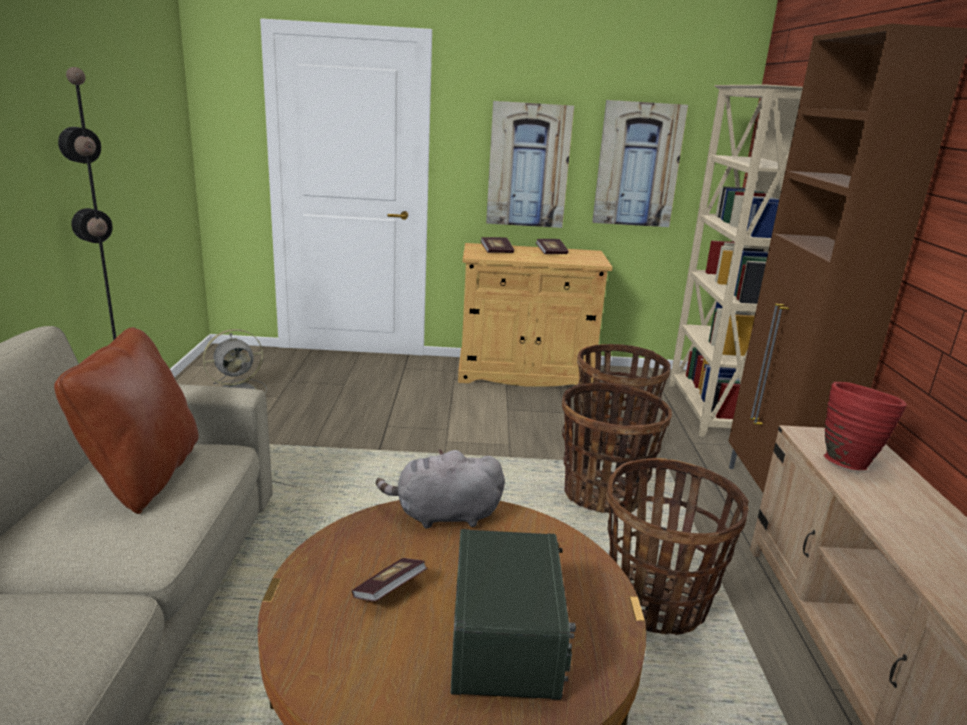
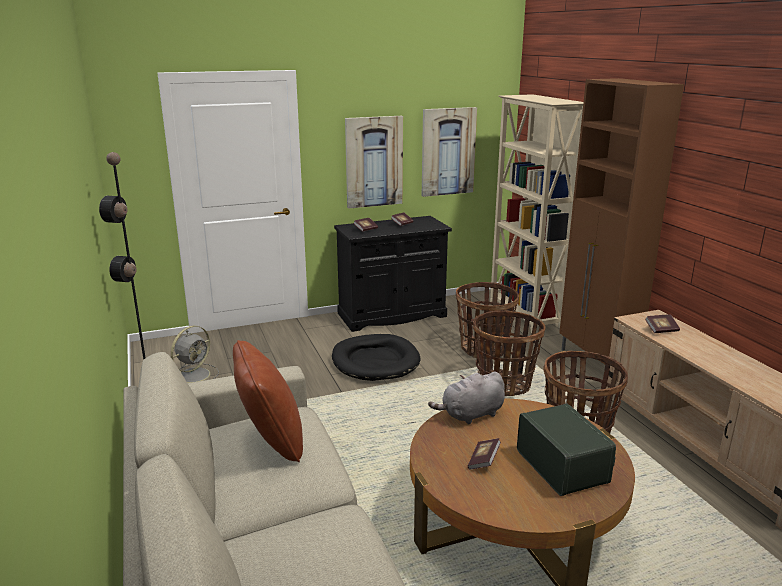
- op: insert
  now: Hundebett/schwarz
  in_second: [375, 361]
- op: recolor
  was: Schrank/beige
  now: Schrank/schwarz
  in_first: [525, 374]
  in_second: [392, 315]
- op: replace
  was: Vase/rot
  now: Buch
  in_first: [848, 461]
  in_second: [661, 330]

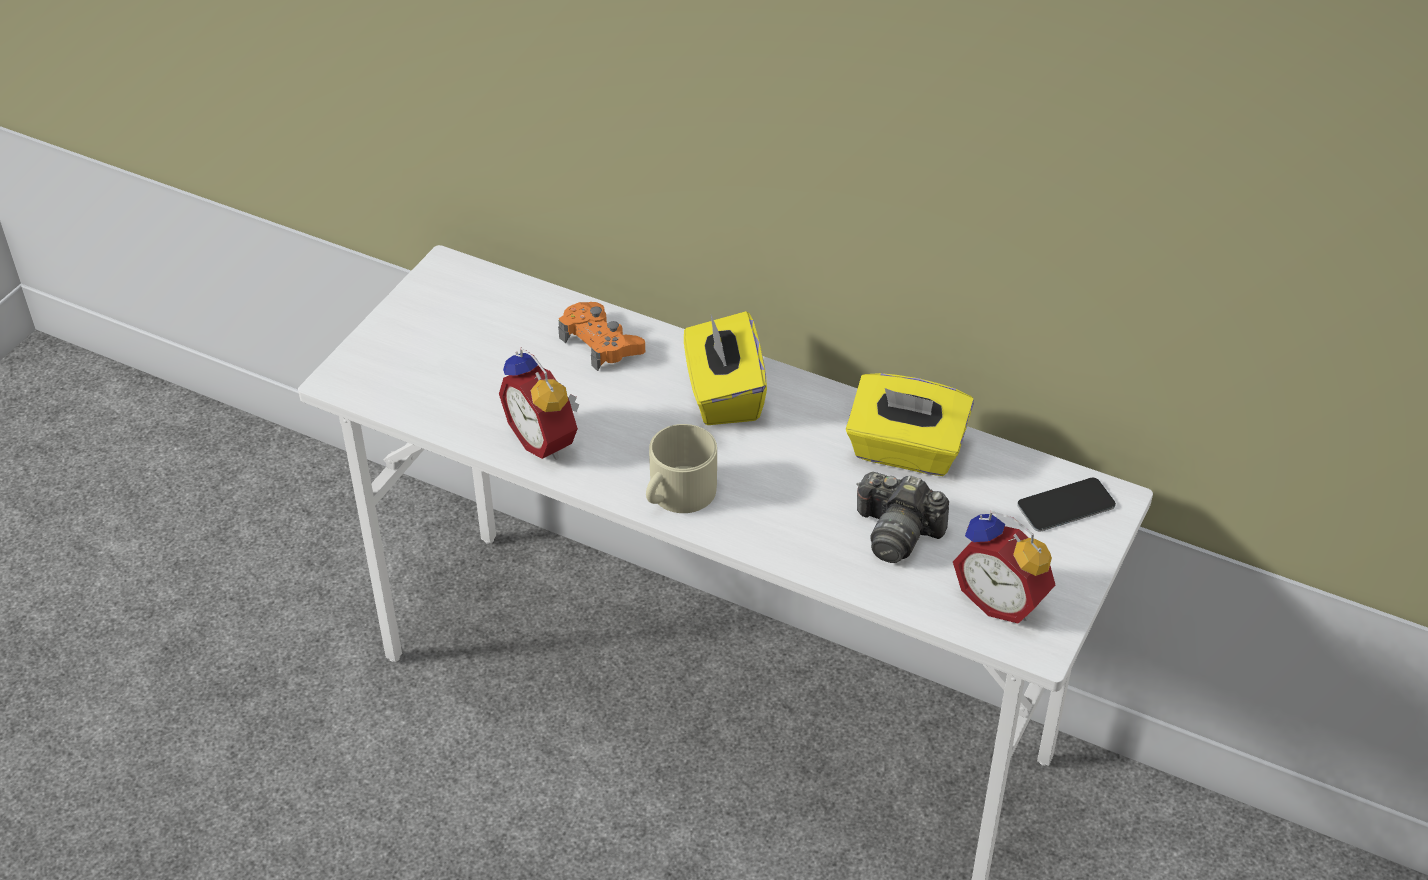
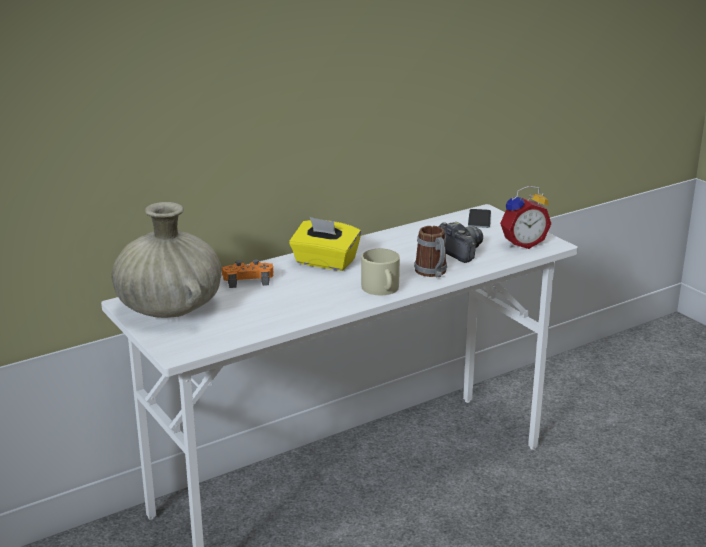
- op: insert
  now: Vase/beige
  in_second: [170, 308]
- op: insert
  now: Henkelbecher
  in_second: [433, 273]
- op: rotate
  was: Kamera
  in_first: [897, 533]
  in_second: [460, 252]
  clockwise: -90
- op: delete
  was: Wecker
  in_first: [546, 439]
- op: delete
  was: Taschentuchbox/gelb
  in_first: [905, 451]

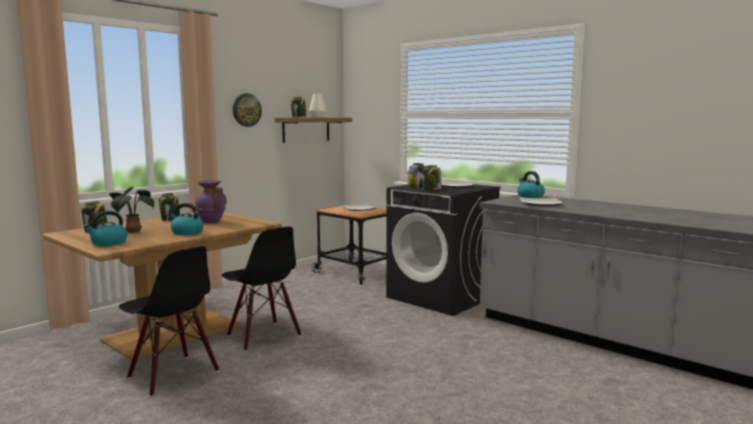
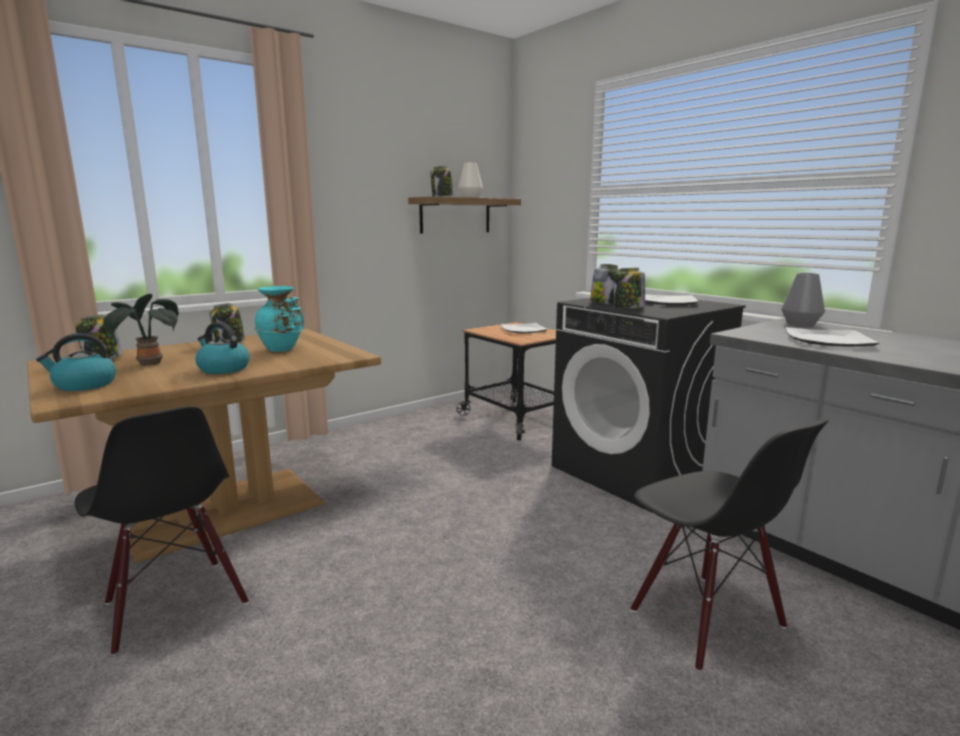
- op: recolor
  was: Vase/lila
  now: Vase/türkis
  in_first: [212, 221]
  in_second: [283, 349]
- op: move
  was: Stuhl/schwarz
  in_first: [263, 336]
  in_second: [705, 619]
- op: replace
  was: Wasserkessel
  now: Vase/grau
  in_first: [530, 196]
  in_second: [800, 324]
- op: delete
  was: Wanduhr
  in_first: [246, 110]

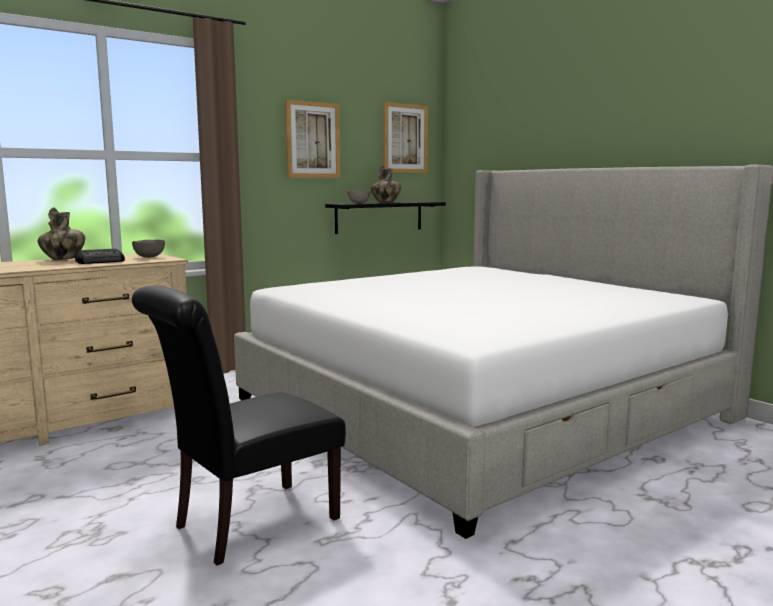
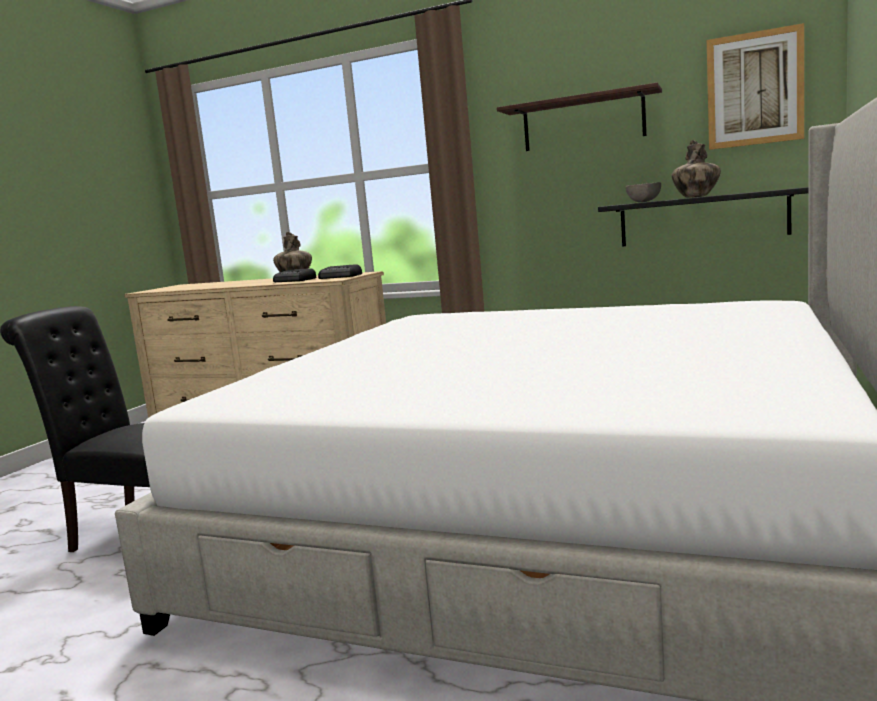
- op: replace
  was: Schüssel/grau
  now: Radio
  in_first: [149, 257]
  in_second: [340, 277]
- op: replace
  was: Bild
  now: Wandregal
  in_first: [312, 140]
  in_second: [583, 122]

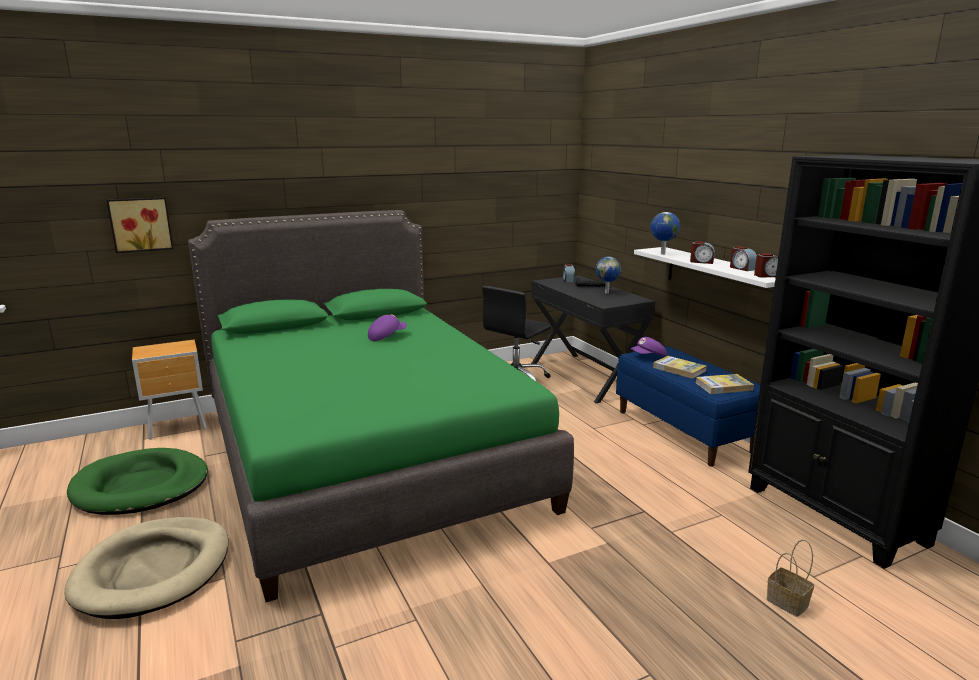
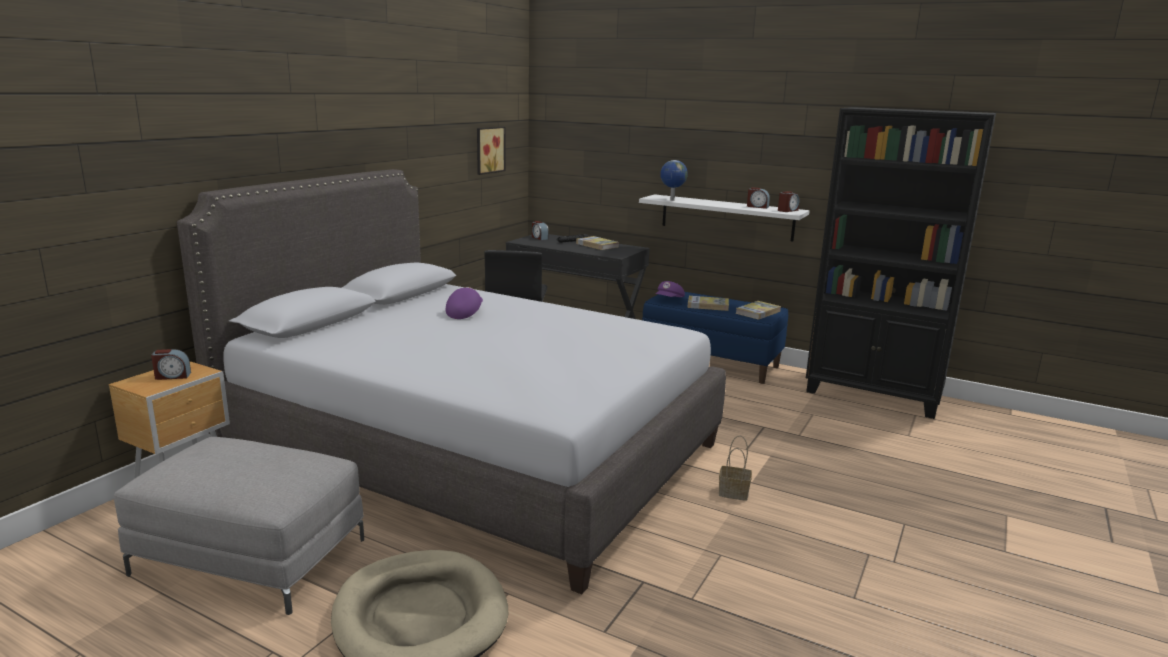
- op: replace
  was: Hundebett/grün
  now: Polsterhocker/grau
  in_first: [141, 486]
  in_second: [251, 556]
- op: move
  was: Wecker
  in_first: [701, 262]
  in_second: [172, 376]
- op: recolor
  was: Bett/grün
  now: Bett/grau
  in_first: [365, 455]
  in_second: [473, 450]
- op: move
  was: Bild
  in_first: [141, 224]
  in_second: [488, 150]
- op: replace
  was: Globus
  now: Buch
  in_first: [607, 292]
  in_second: [597, 245]
- op: move
  was: Korb
  in_first: [789, 602]
  in_second: [734, 492]

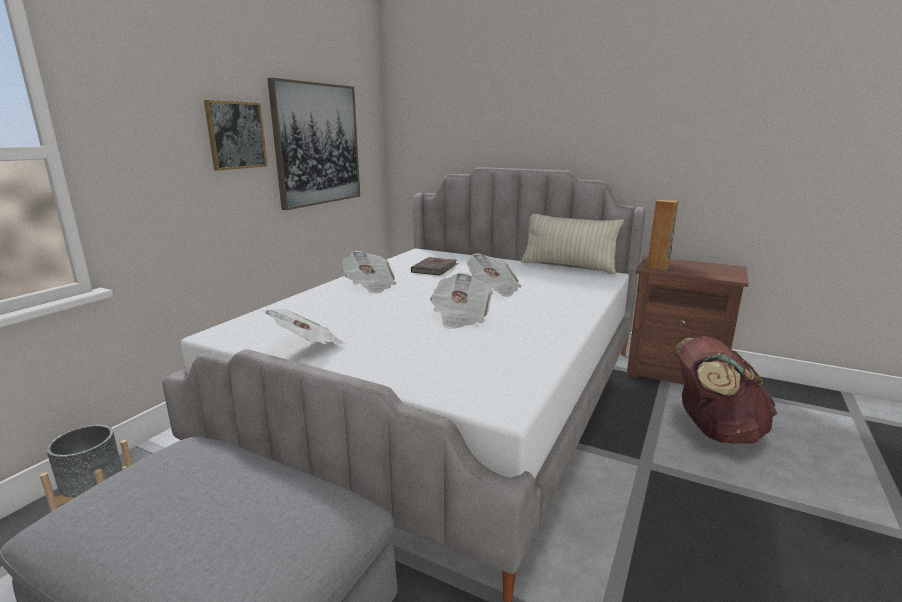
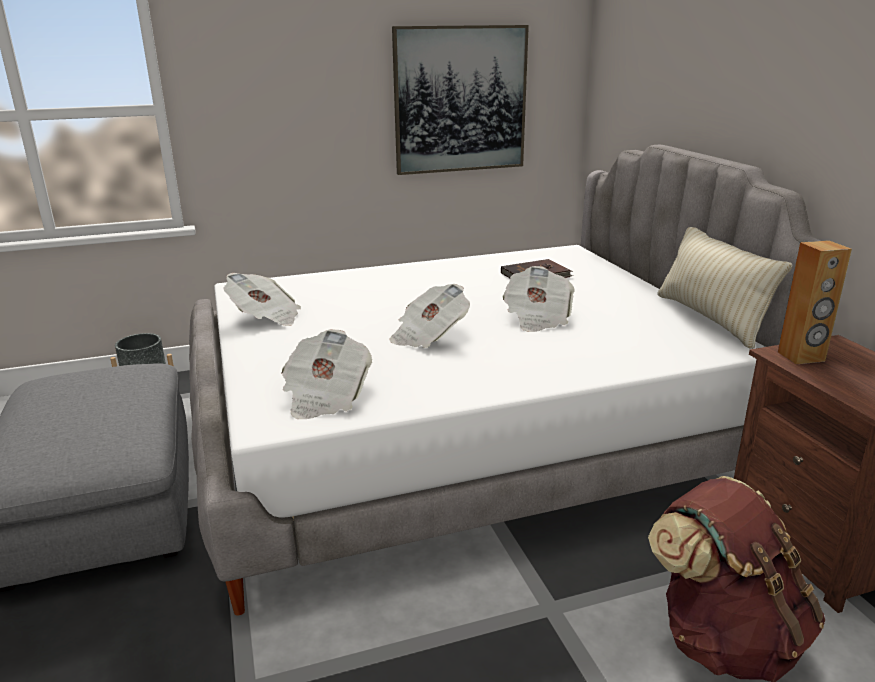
- op: move
  was: Zeitung
  in_first: [370, 286]
  in_second: [325, 397]
- op: delete
  was: Bild
  in_first: [236, 135]

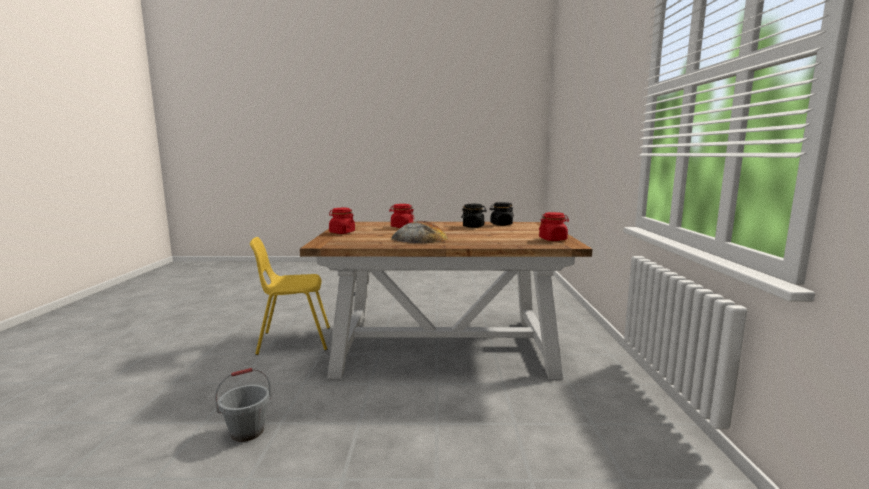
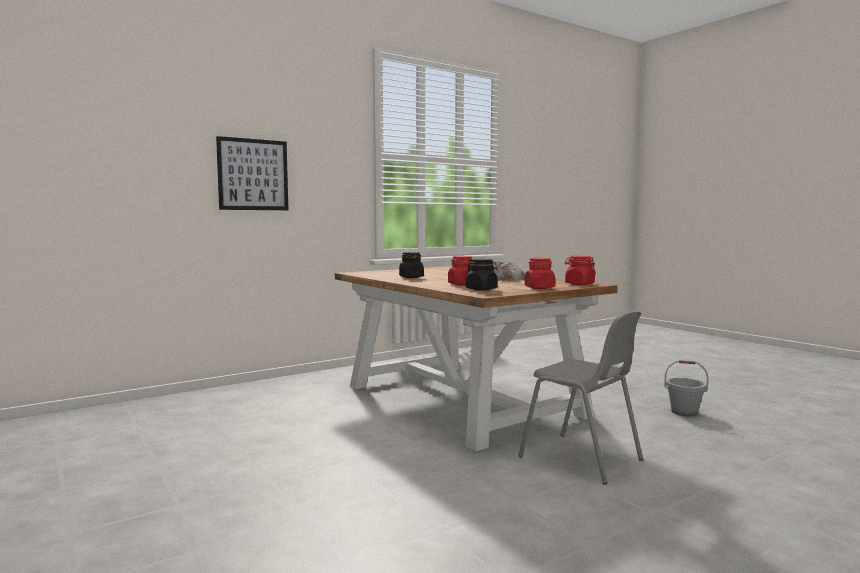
- op: insert
  now: Bild
  in_second: [253, 174]
- op: move
  was: Vorratsglas/schwarz
  in_first: [501, 224]
  in_second: [481, 289]
- op: recolor
  was: Stuhl/gelb
  now: Stuhl/grau
  in_first: [294, 341]
  in_second: [581, 458]
- op: move
  was: Vorratsglas/rot
  in_first: [553, 239]
  in_second: [579, 284]

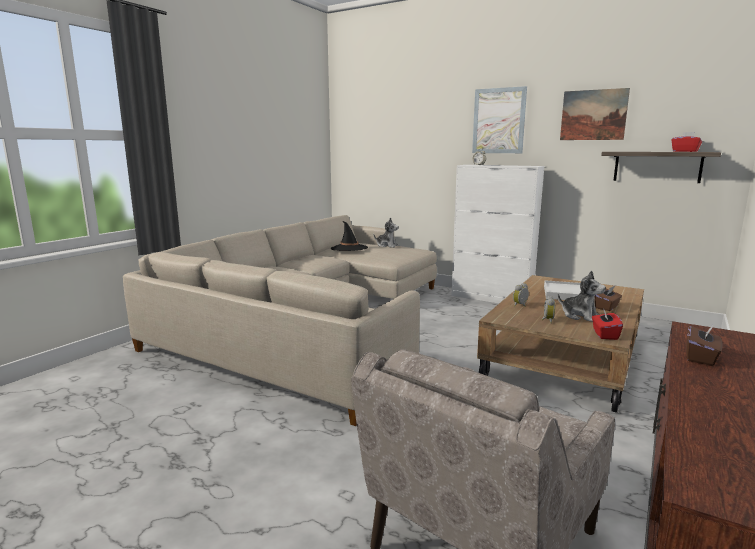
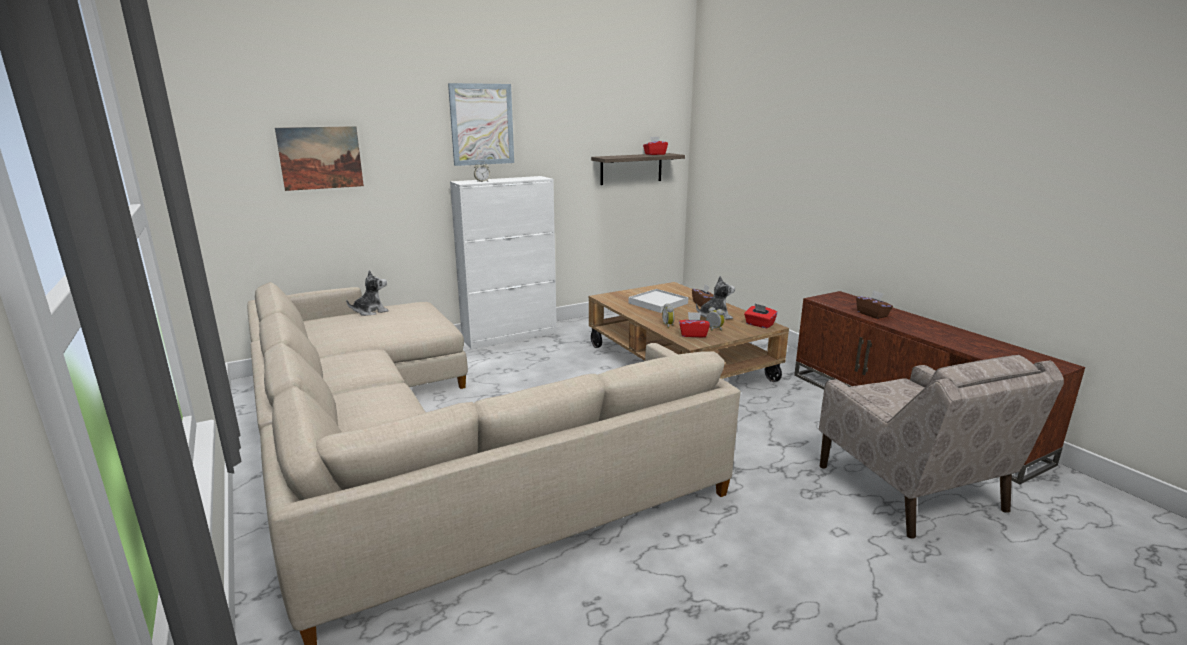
- op: move
  was: Bild
  in_first: [593, 115]
  in_second: [320, 158]
- op: insert
  now: Taschentuchbox/rot
  in_second: [693, 334]
- op: delete
  was: Hut/schwarz
  in_first: [349, 248]

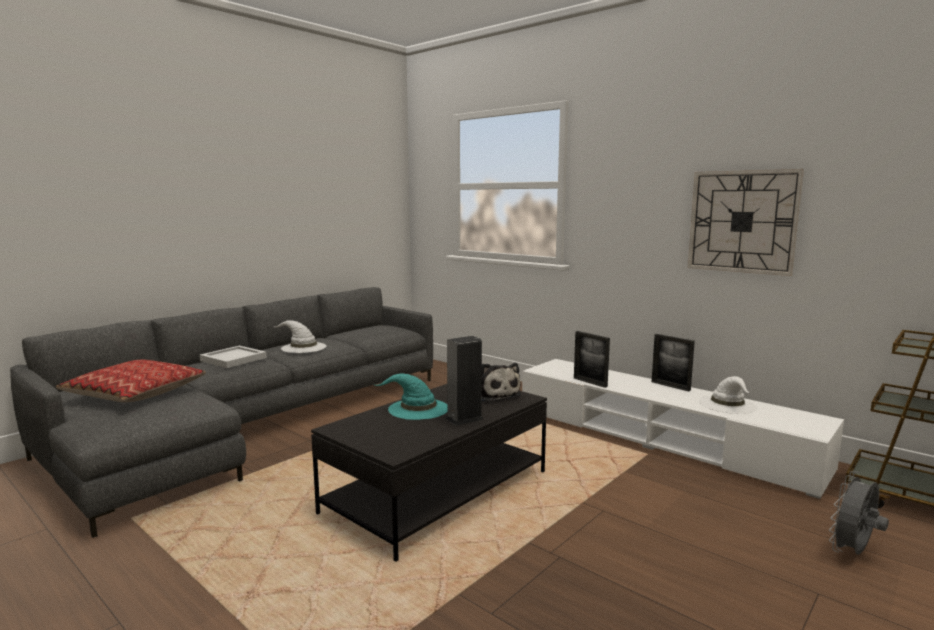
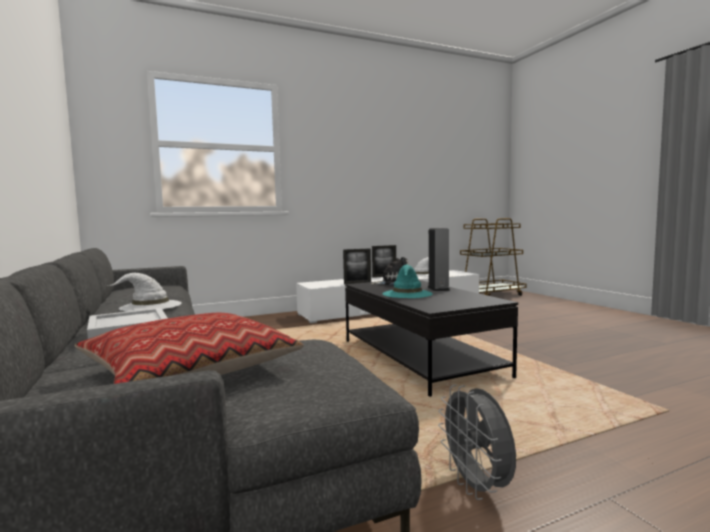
- op: move
  was: Ventilator/grau
  in_first: [853, 552]
  in_second: [477, 487]
- op: delete
  was: Wanduhr
  in_first: [742, 221]

